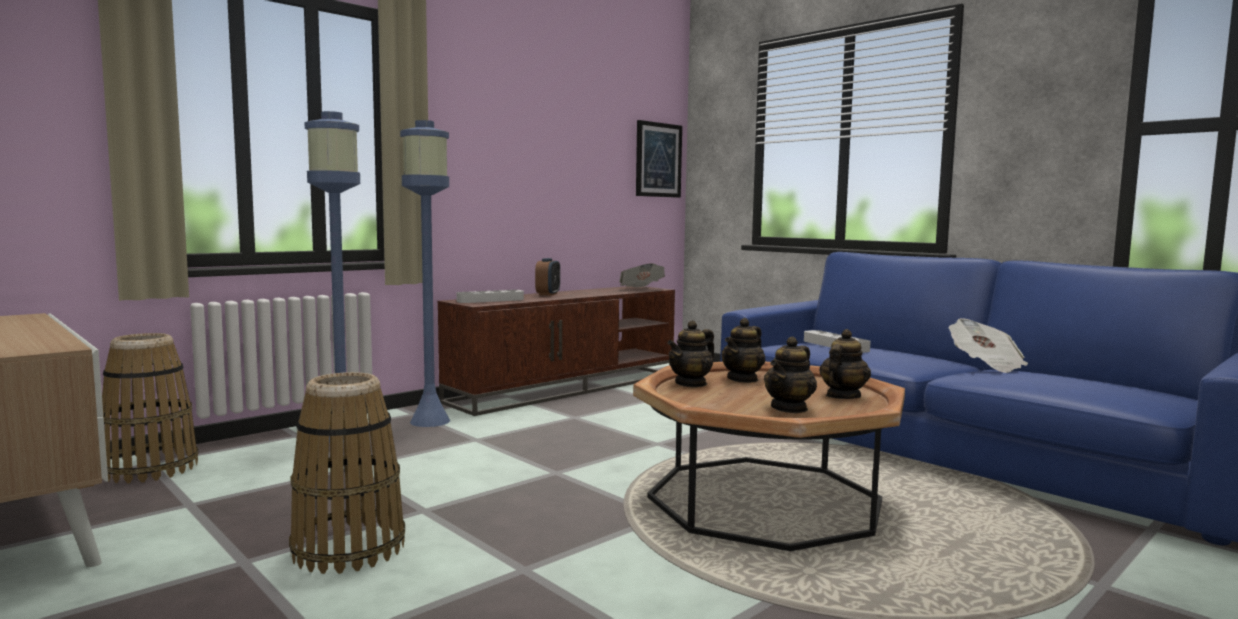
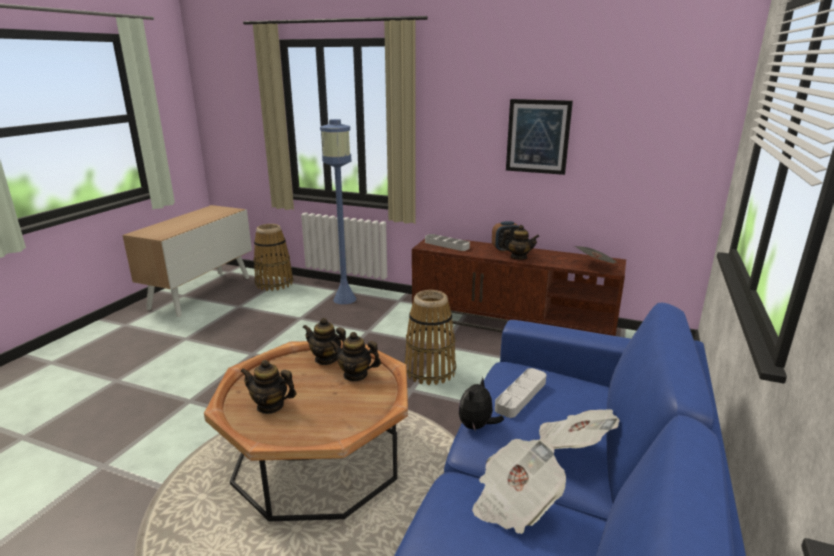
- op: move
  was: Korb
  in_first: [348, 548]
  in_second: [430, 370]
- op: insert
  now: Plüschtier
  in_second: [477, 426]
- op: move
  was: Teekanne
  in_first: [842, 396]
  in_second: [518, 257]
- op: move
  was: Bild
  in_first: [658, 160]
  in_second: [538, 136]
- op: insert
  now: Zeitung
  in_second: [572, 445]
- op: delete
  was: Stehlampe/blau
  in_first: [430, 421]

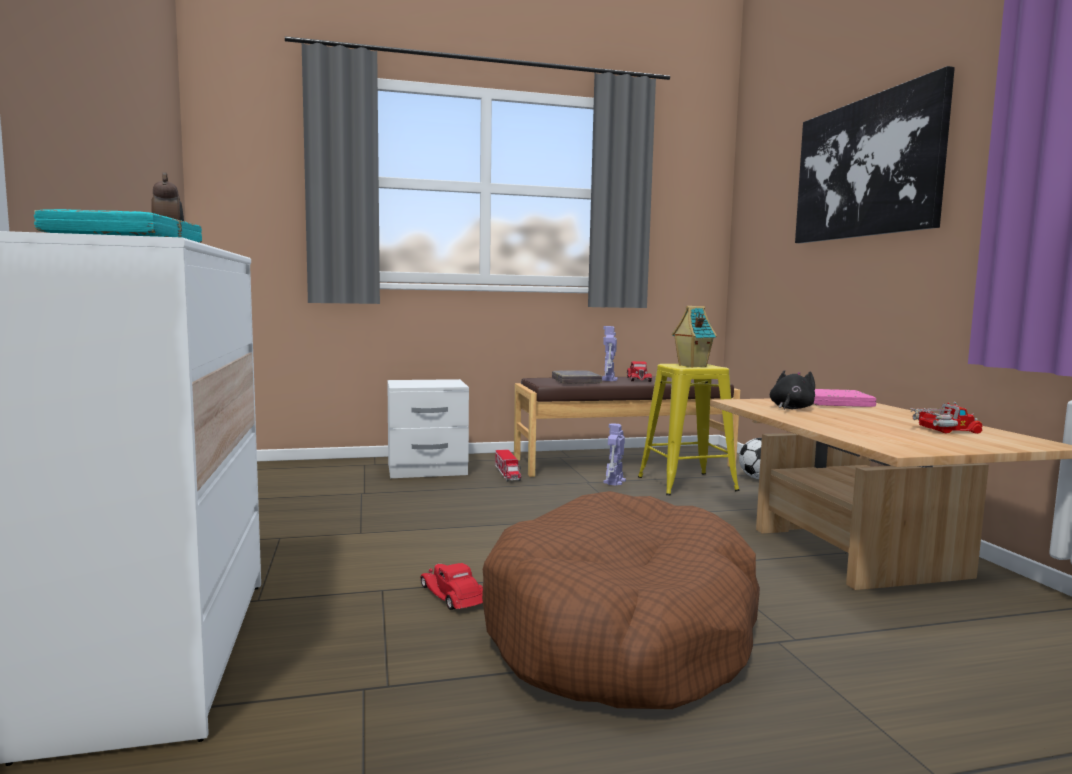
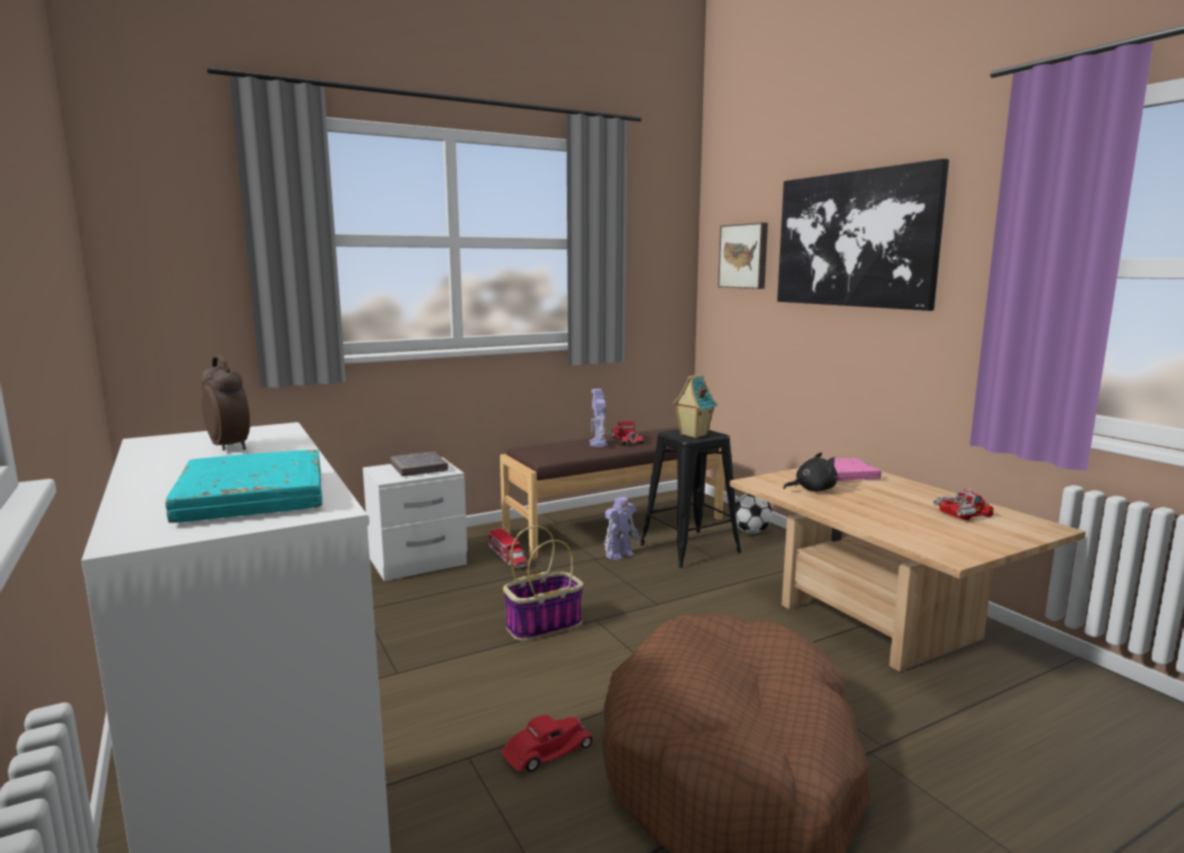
- op: move
  was: Buch/grau
  in_first: [576, 381]
  in_second: [419, 468]
- op: rotate
  was: Spielzeugauto/rot
  in_first: [453, 595]
  in_second: [547, 751]
  clockwise: 105
- op: insert
  now: Korb
  in_second: [544, 625]
- op: rotate
  was: Spielzeugroboter
  in_first: [614, 481]
  in_second: [620, 554]
  clockwise: -135
- op: recolor
  was: Hocker/gelb
  now: Hocker/schwarz
  in_first: [687, 484]
  in_second: [690, 548]
- op: insert
  now: Bild
  in_second: [744, 256]
- op: rotate
  was: Plüschtier/schwarz
  in_first: [790, 408]
  in_second: [812, 489]
  clockwise: 60

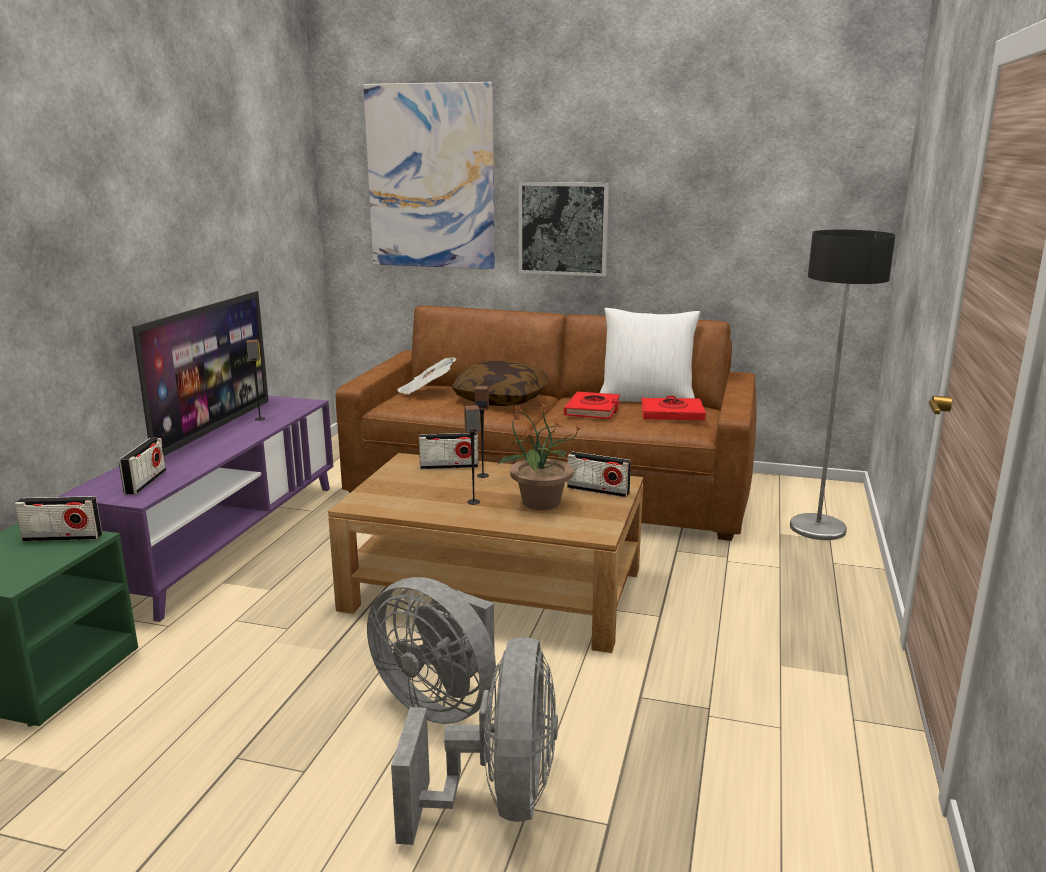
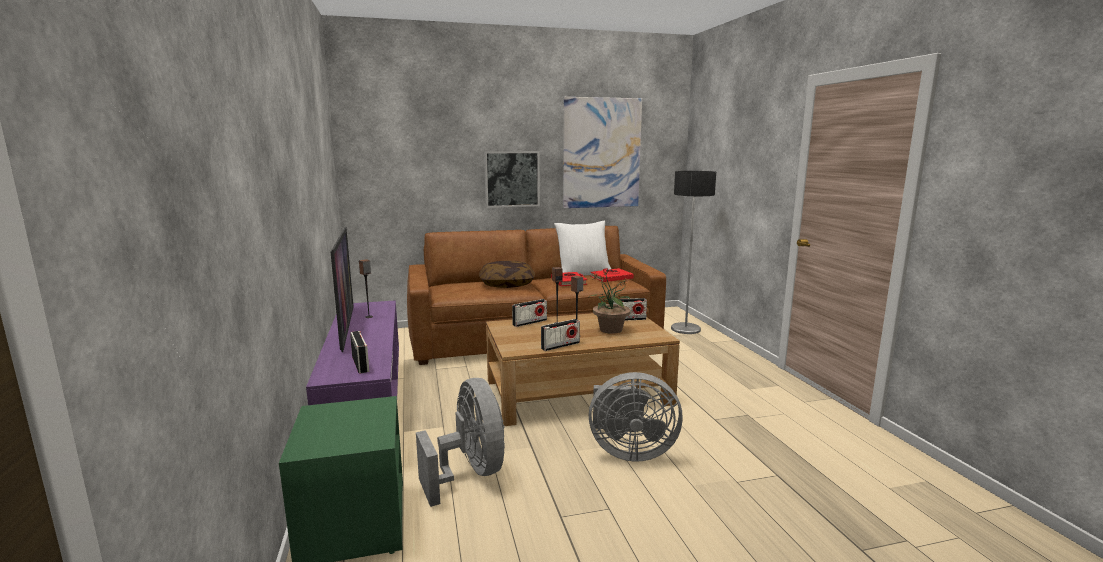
- op: move
  was: Ventilator/grau
  in_first: [497, 800]
  in_second: [470, 473]
- op: move
  was: Radio
  in_first: [62, 537]
  in_second: [560, 346]
- op: move
  was: Bild
  in_first: [431, 177]
  in_second: [601, 153]
- op: delete
  was: Zeitung
  in_first: [426, 391]

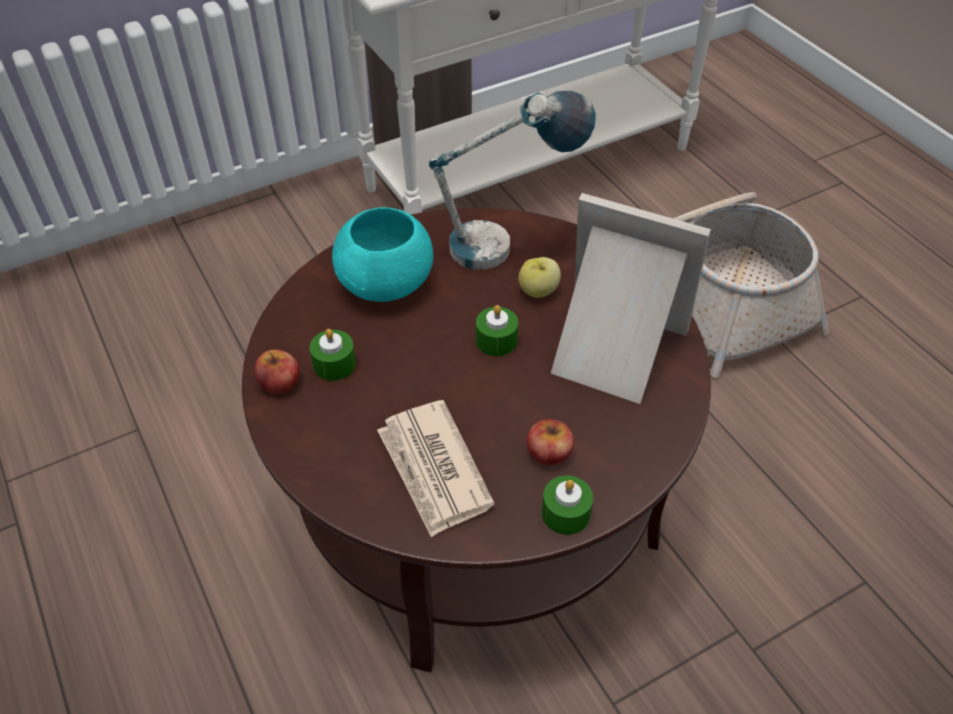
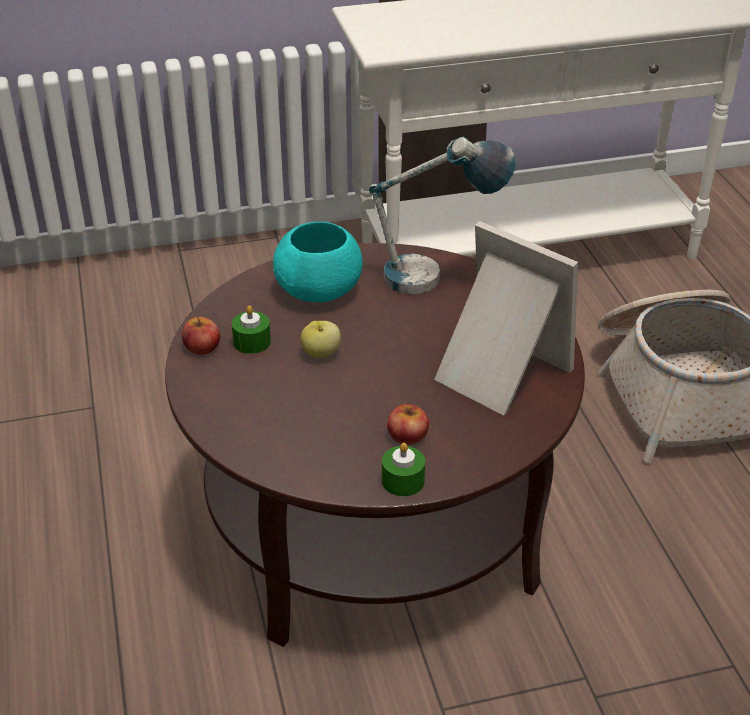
- op: move
  was: Apfel
  in_first: [538, 291]
  in_second: [320, 354]
- op: delete
  was: Zeitung
  in_first: [434, 470]
- op: delete
  was: Kerze/grün
  in_first: [496, 340]

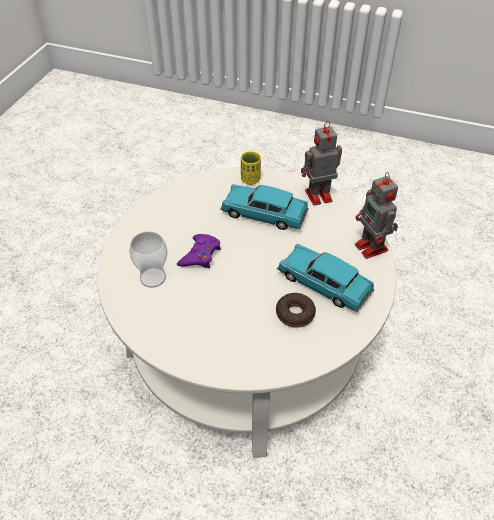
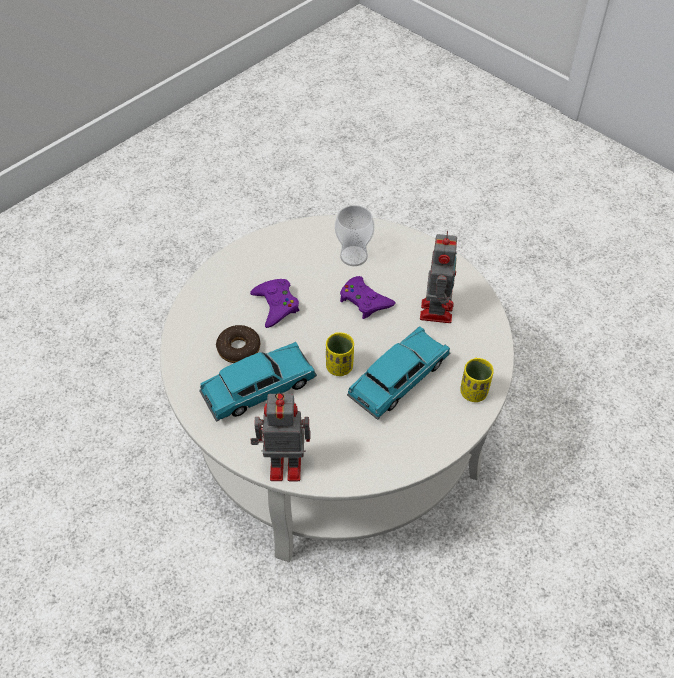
- op: insert
  now: Gamepad/lila
  in_second: [276, 305]
- op: insert
  now: Tasse/gelb
  in_second: [339, 367]
- op: move
  was: Spielzeugroboter
  in_first: [317, 196]
  in_second: [436, 310]

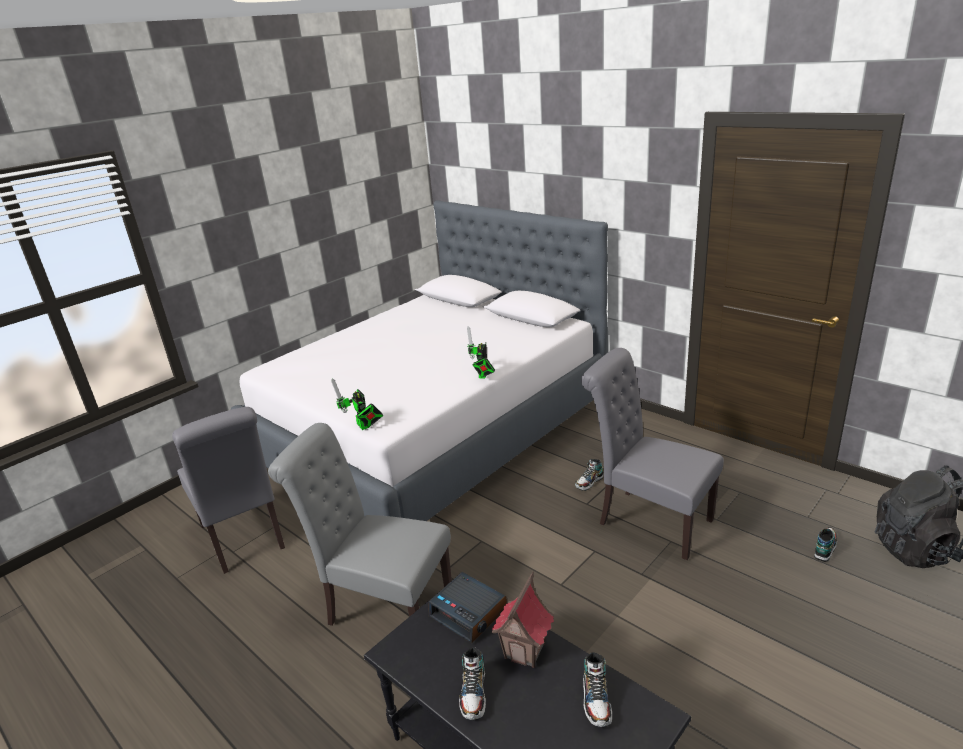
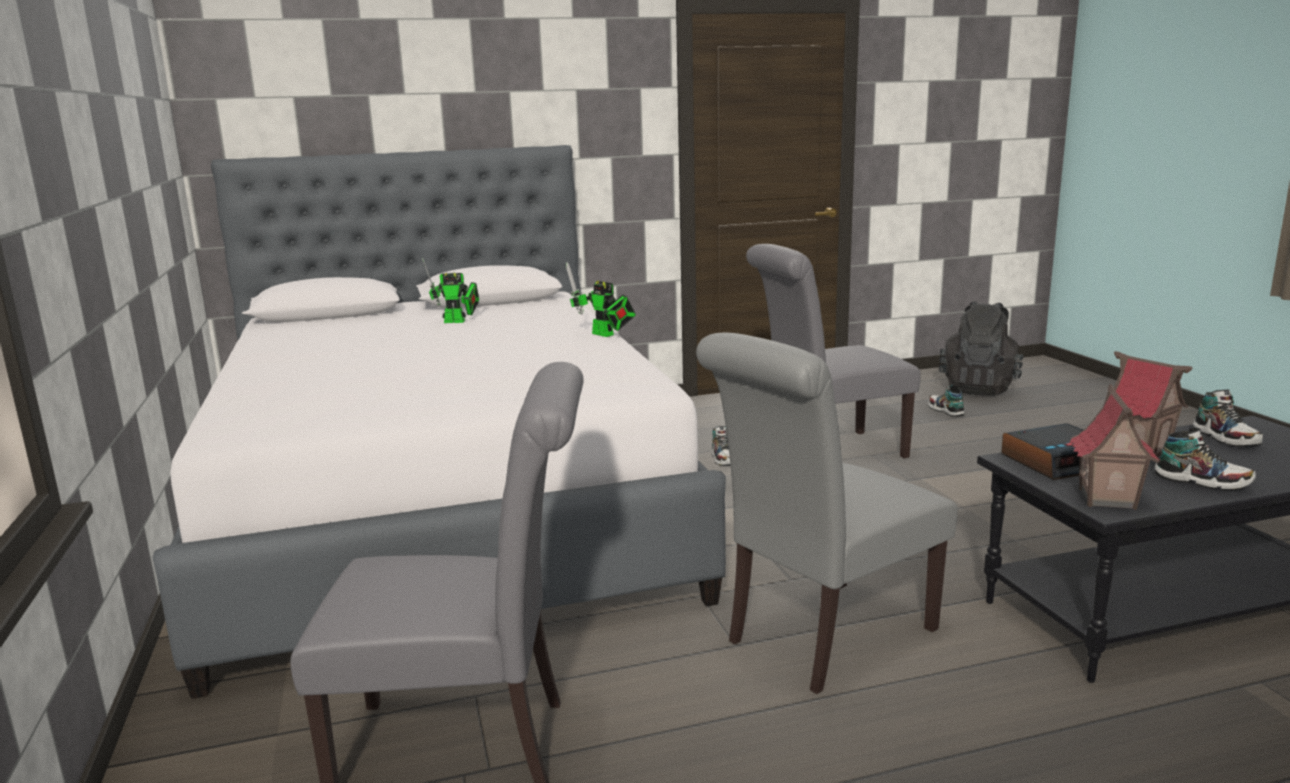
- op: move
  was: Spielzeugroboter
  in_first: [364, 427]
  in_second: [458, 321]
- op: insert
  now: Spielzeughaus
  in_second: [1106, 499]
- op: rotate
  was: Schuh
  in_first: [596, 700]
  in_second: [1225, 438]
  clockwise: 45

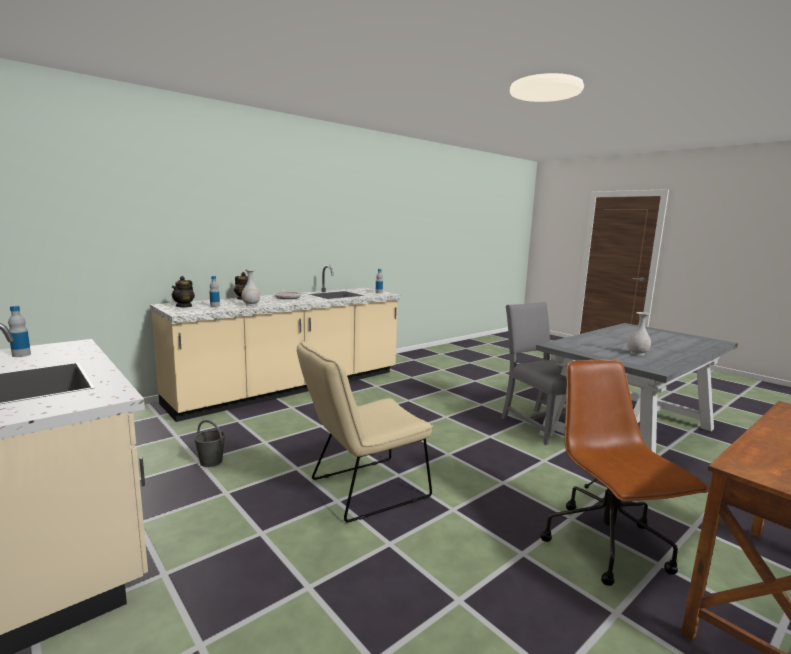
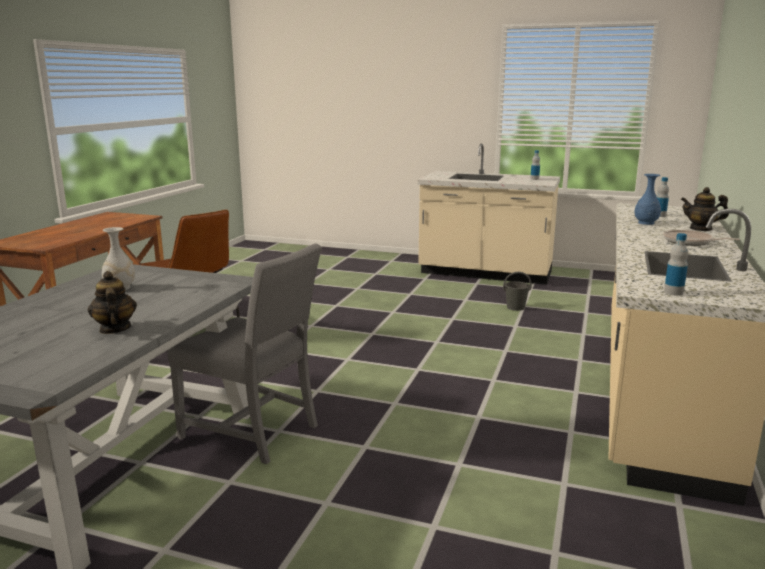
- op: move
  was: Teekanne
  in_first: [184, 306]
  in_second: [114, 329]
- op: recolor
  was: Vase/weiß
  now: Vase/blau
  in_first: [251, 305]
  in_second: [645, 223]
- op: delete
  was: Stuhl/beige
  in_first: [362, 490]

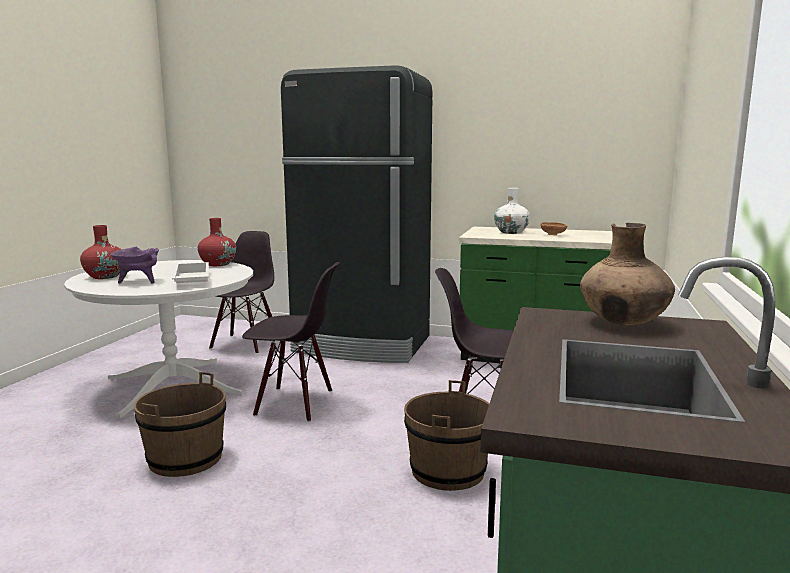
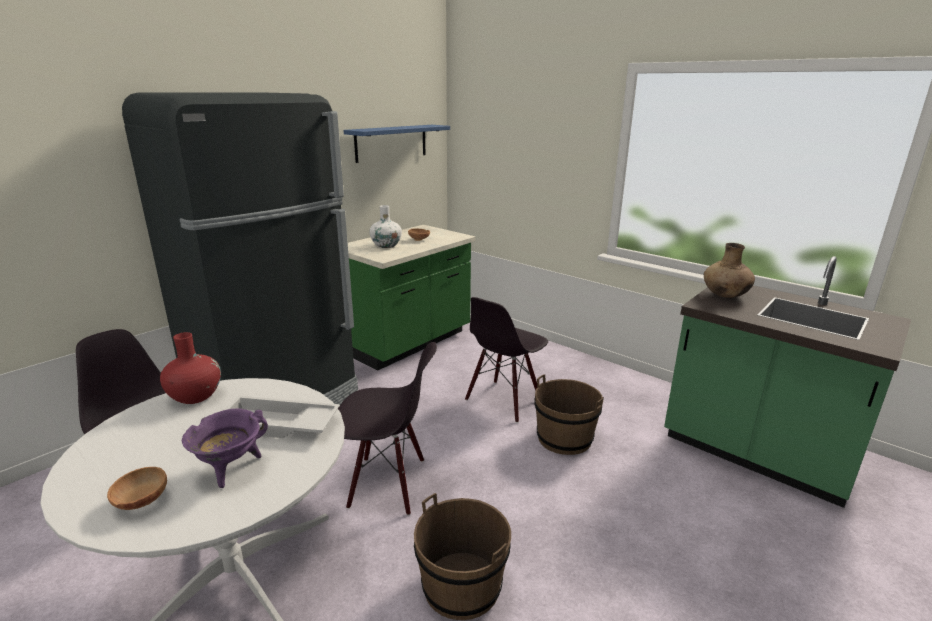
- op: replace
  was: Vase/rot
  now: Schüssel/braun
  in_first: [105, 276]
  in_second: [141, 502]
- op: rotate
  was: Stuhl/schwarz
  in_first: [294, 403]
  in_second: [387, 484]
  clockwise: 60
- op: insert
  now: Wandregal/blau
  in_second: [391, 143]

